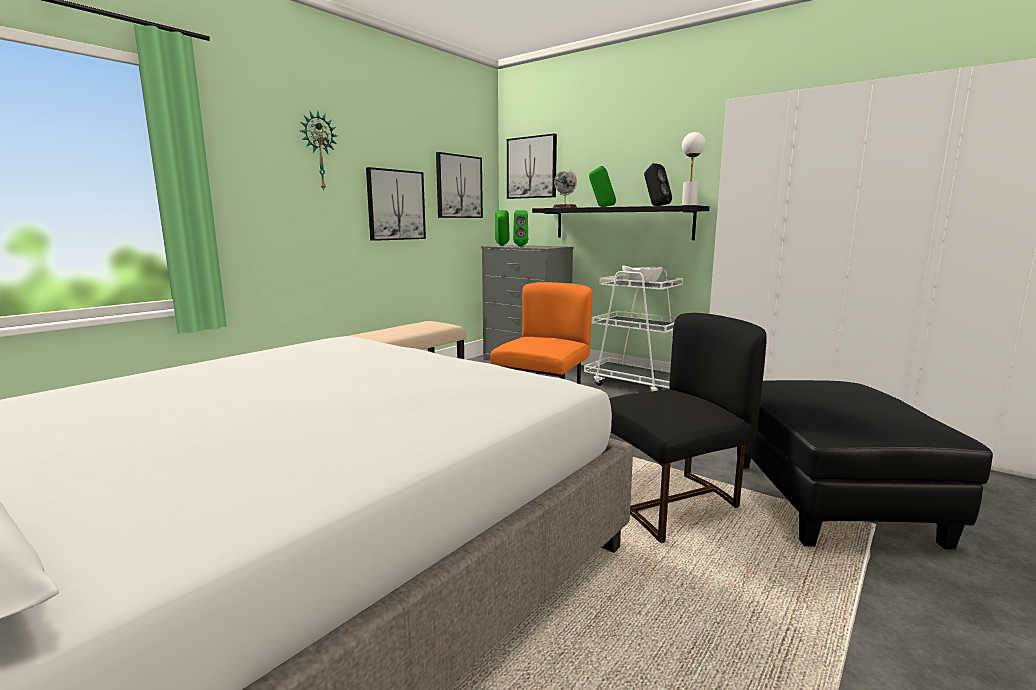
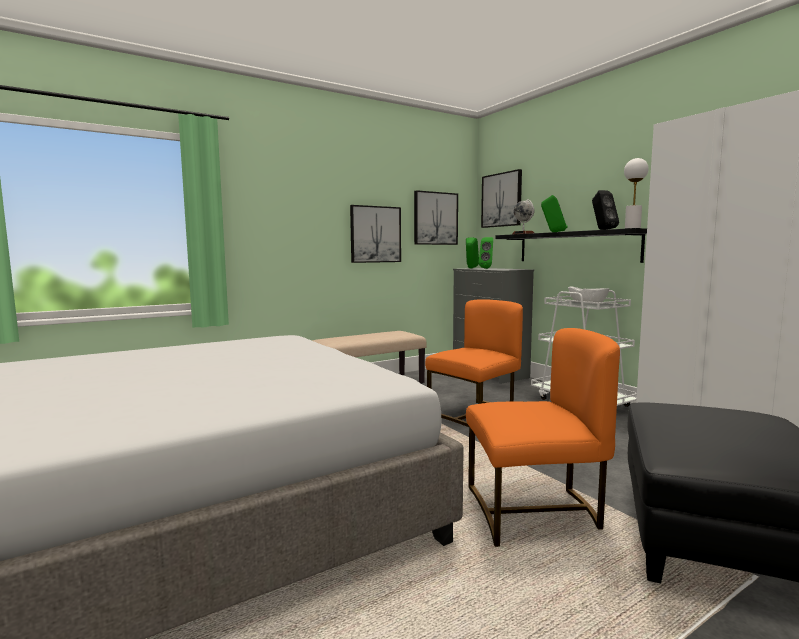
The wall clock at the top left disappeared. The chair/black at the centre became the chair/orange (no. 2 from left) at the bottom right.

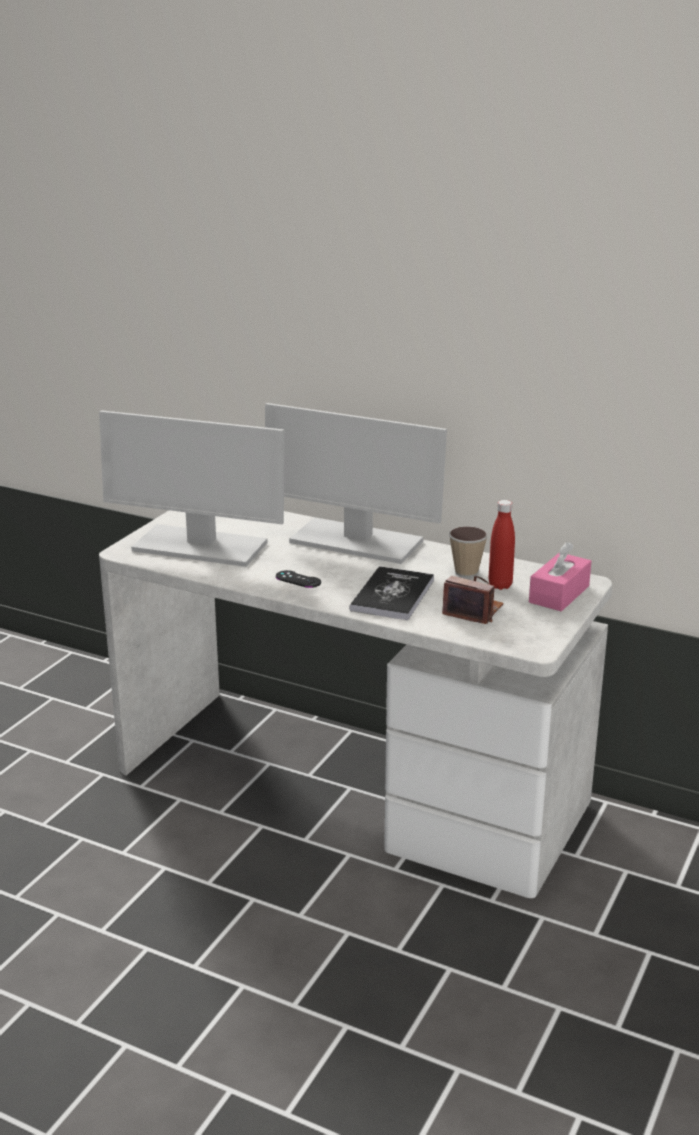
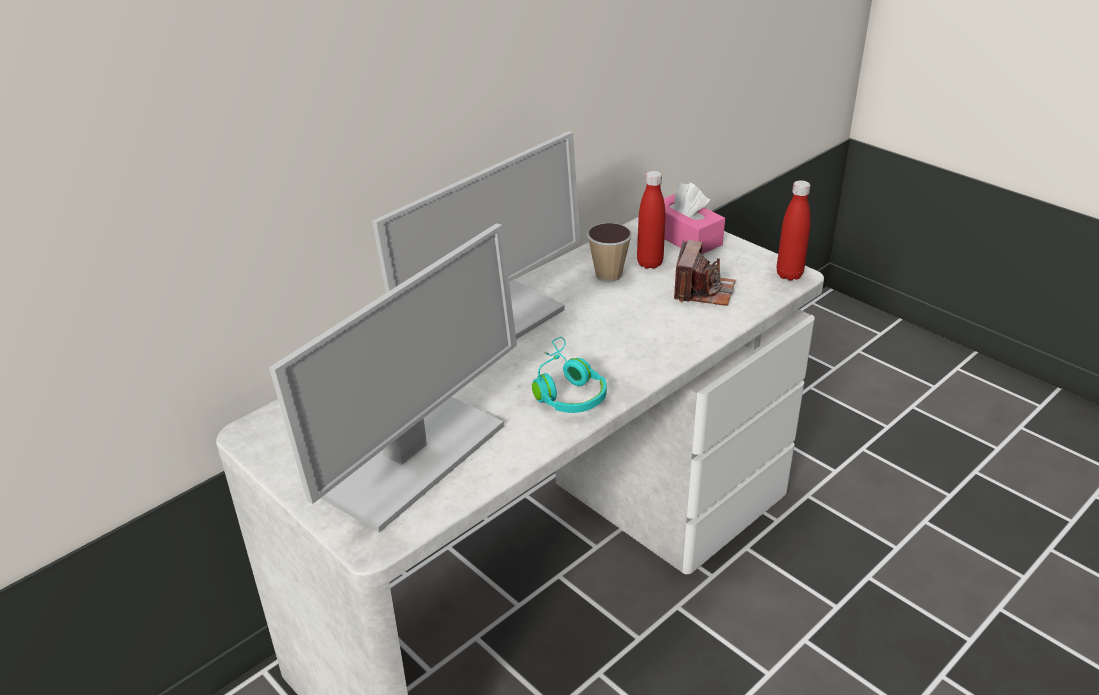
The book at the centre disappeared. The game controller/black at the centre was replaced by the headphones/turquoise at the centre. The photo camera at the middle right turned 150 degrees clockwise. The bottle/red (no. 2 from left) at the top right appeared.

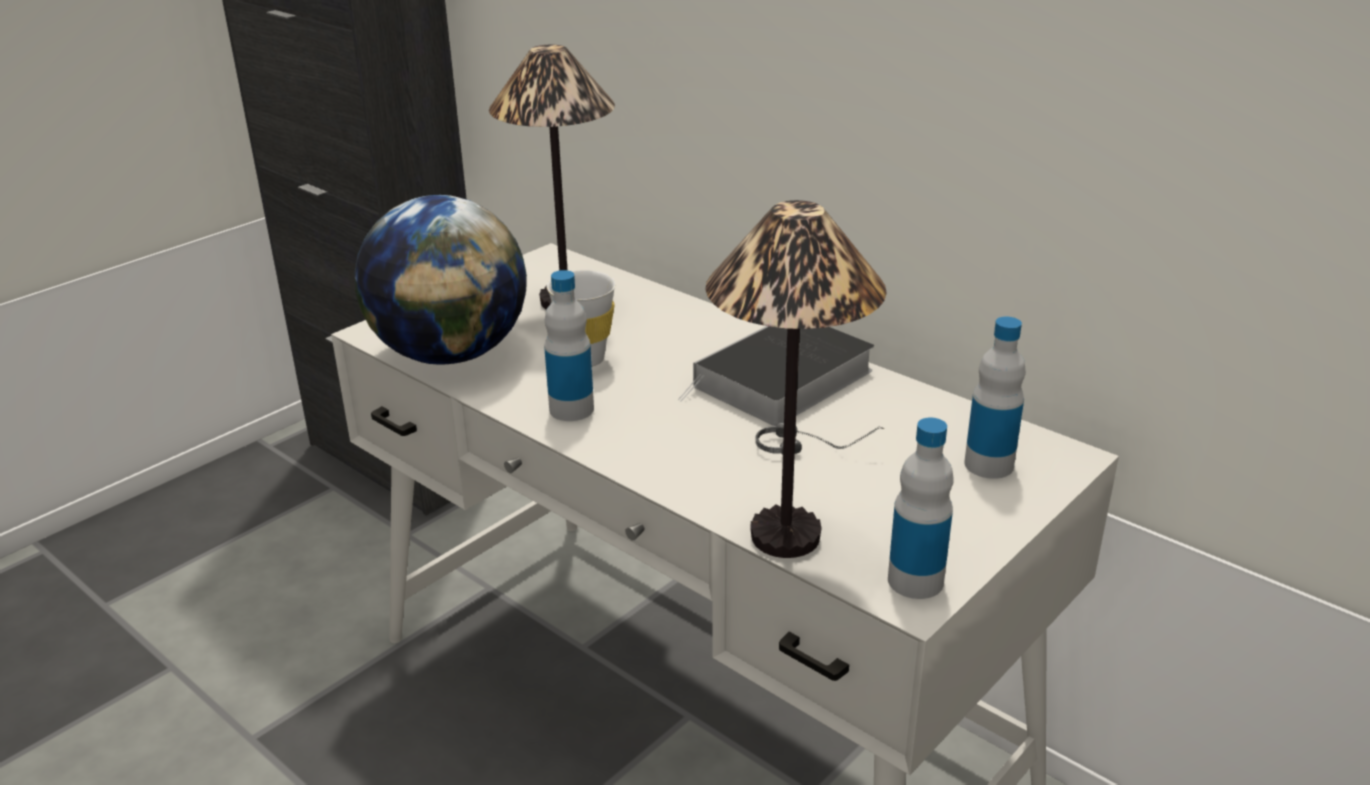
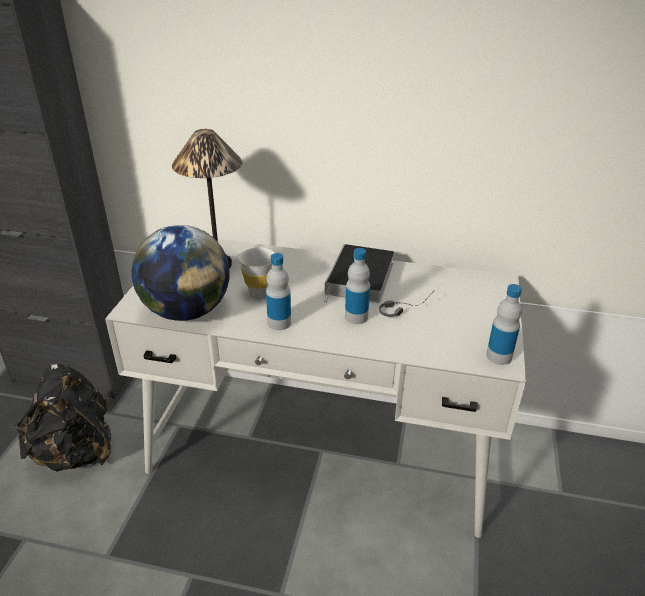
The table lamp (no. 2 from left) at the centre disappeared. The bottle (no. 3 from left in the first image) moved from the middle right to the centre. The backpack/black at the bottom left appeared.

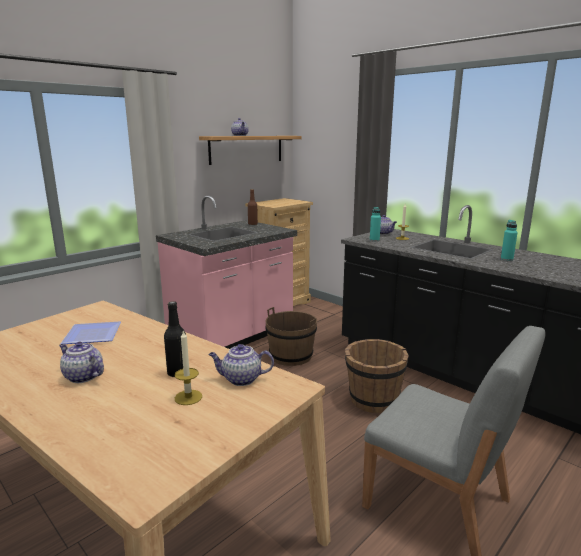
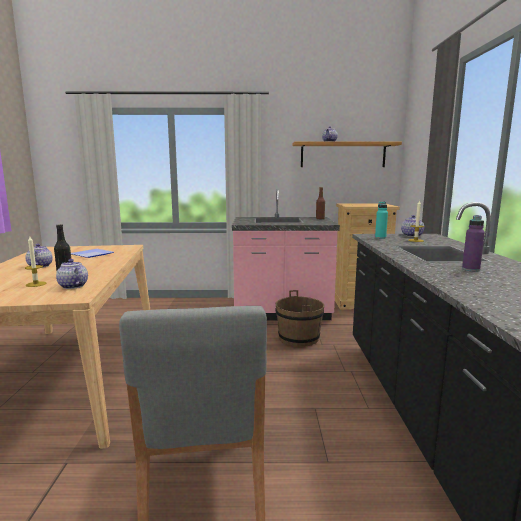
The bottle/turquoise (no. 2 from left) at the middle right became the bottle/purple at the middle right. The bucket/brown (no. 2 from left) at the bottom centre disappeared.

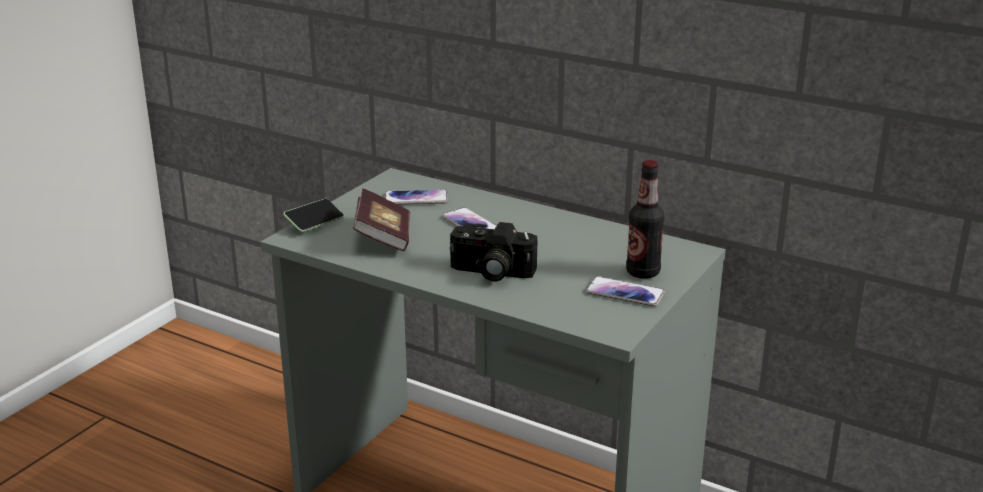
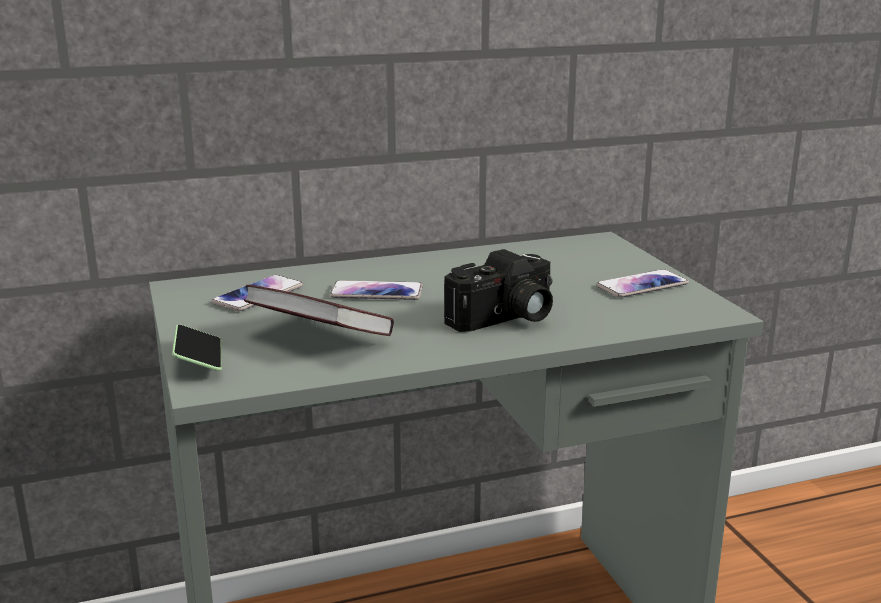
The bottle at the centre disappeared.

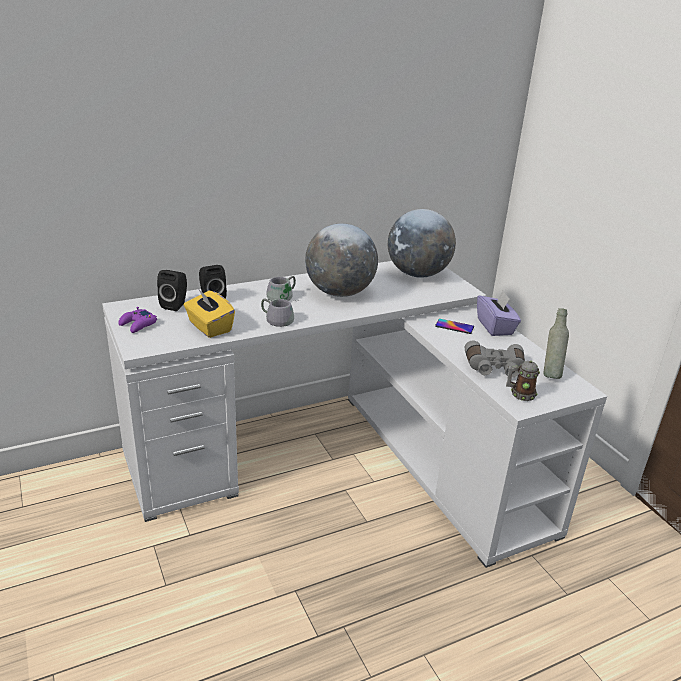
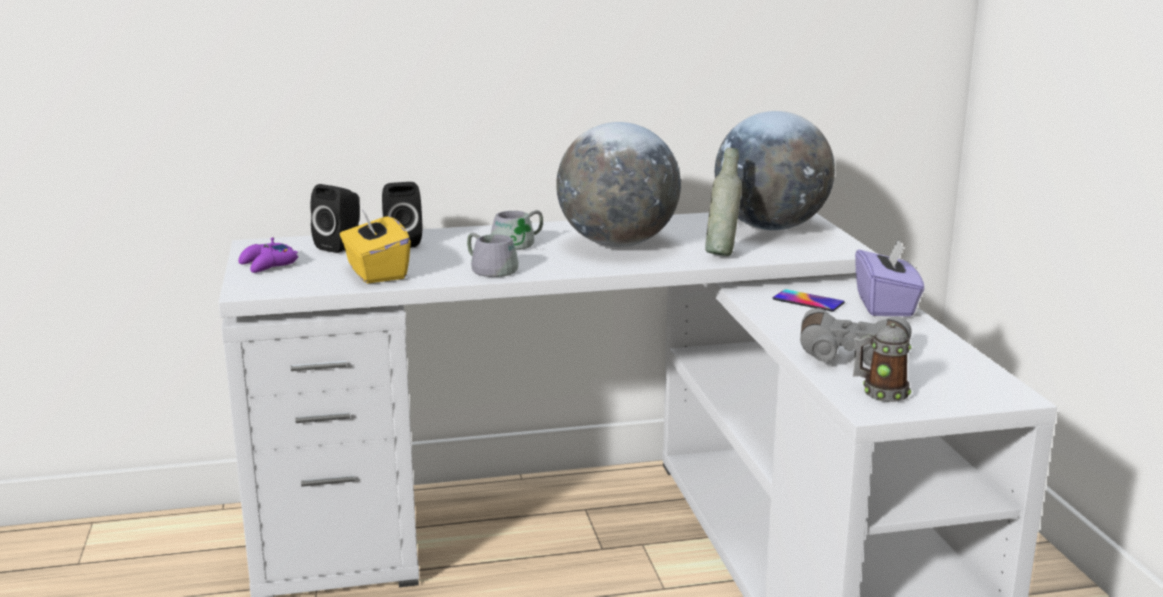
The bottle/grey moved from the middle right to the centre.

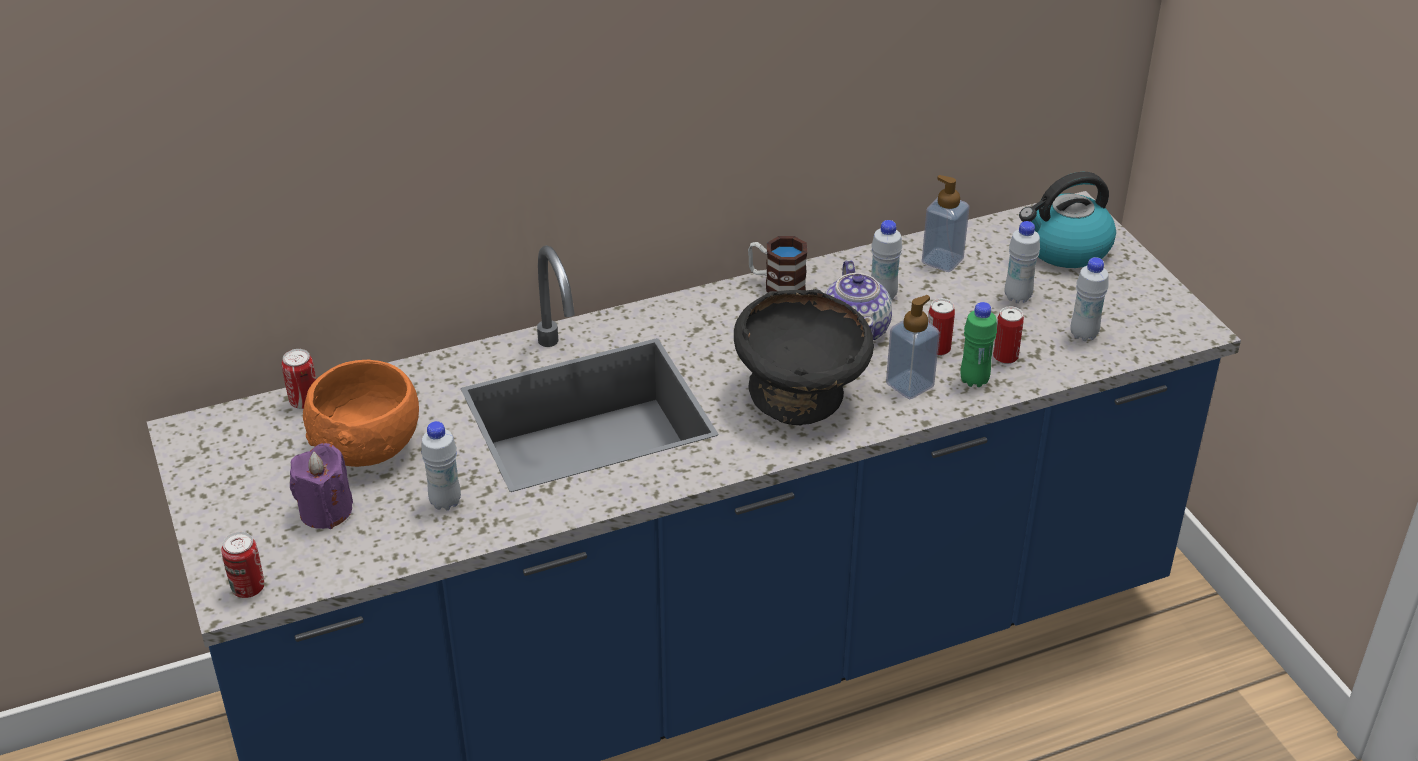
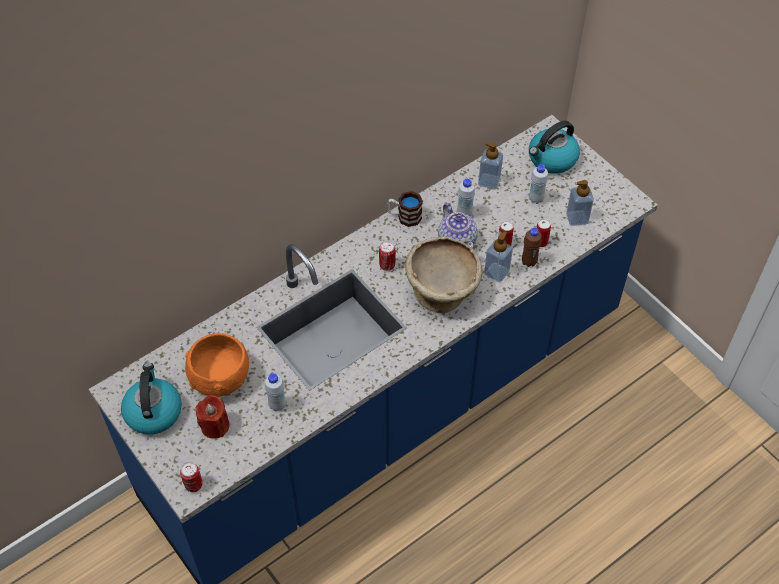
The bottle/white (no. 4 from left) at the middle right was replaced by the soap dispenser (no. 3 from left) at the middle right. The bowl/black at the centre became the bowl/beige at the centre. The bottle/green at the middle right became the bottle/brown at the middle right. The can (no. 2 from left) moved from the middle left to the centre. The candle/purple at the middle left became the candle/red at the bottom left. The kettle (no. 1 from left) at the bottom left appeared.

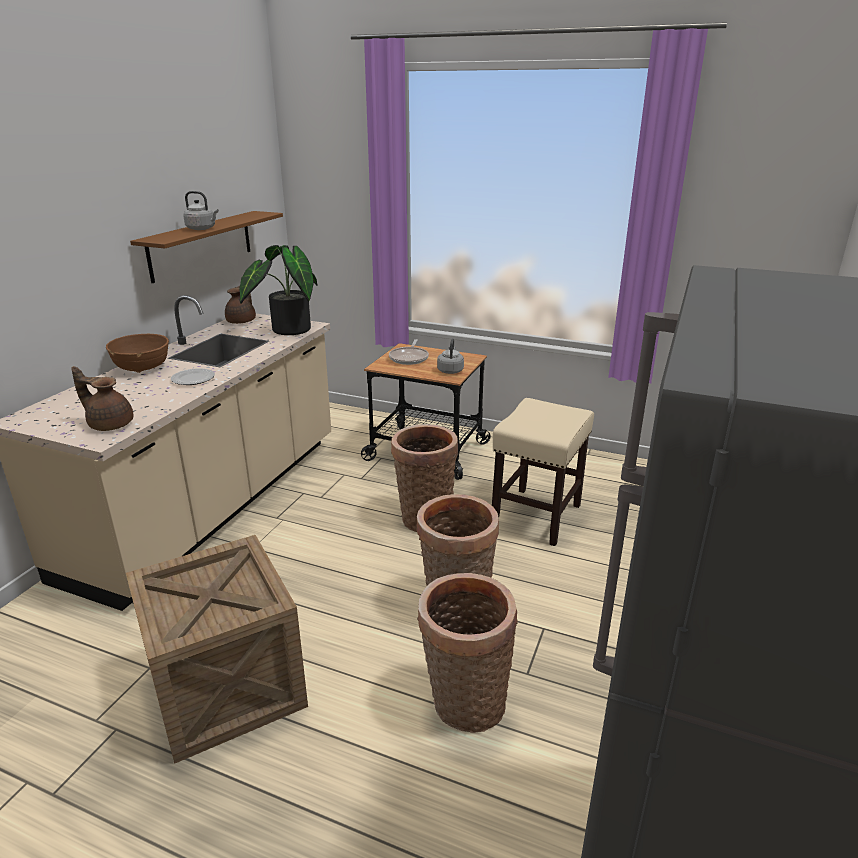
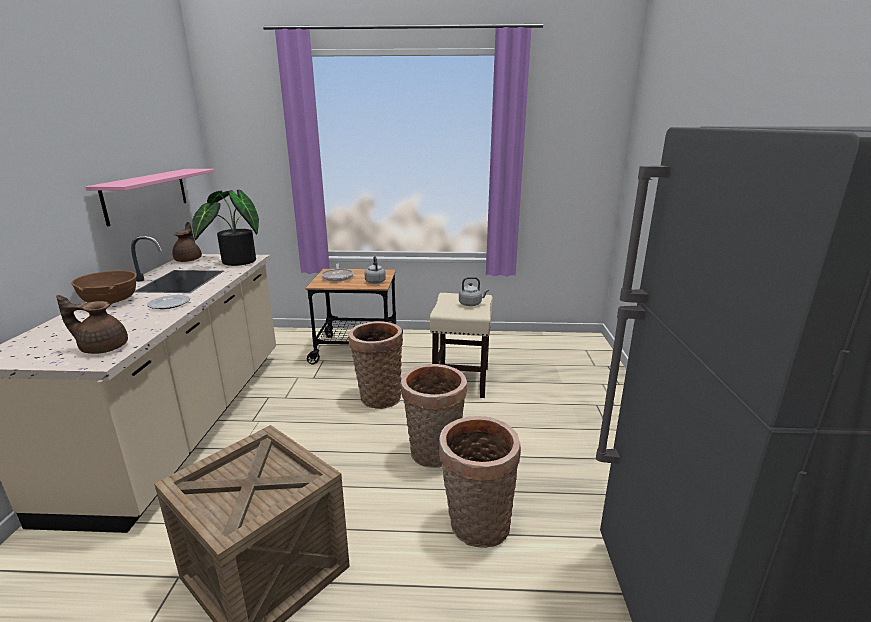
The kettle/grey (no. 1 from left in the first image) moved from the top left to the centre. The shelf/brown at the top left became the shelf/pink at the top left.

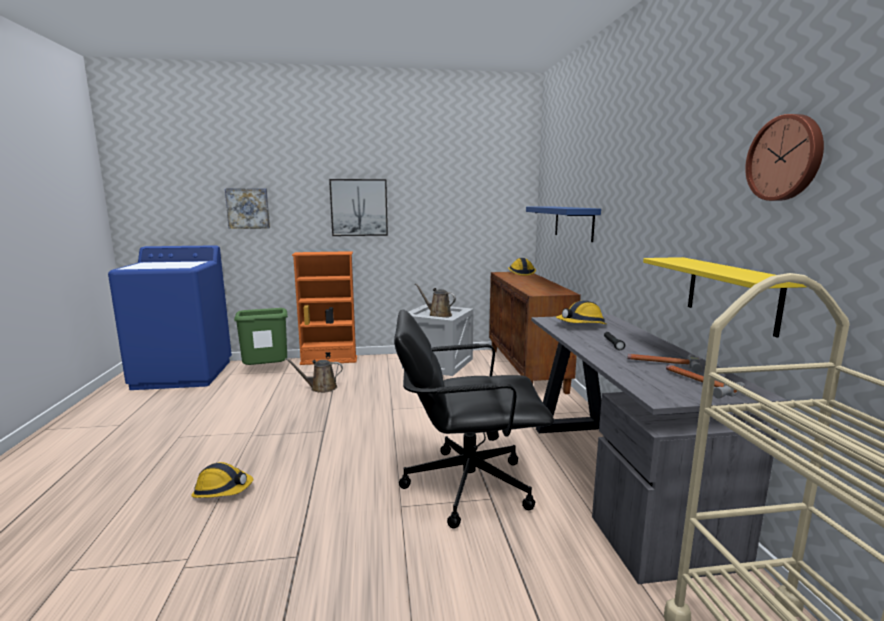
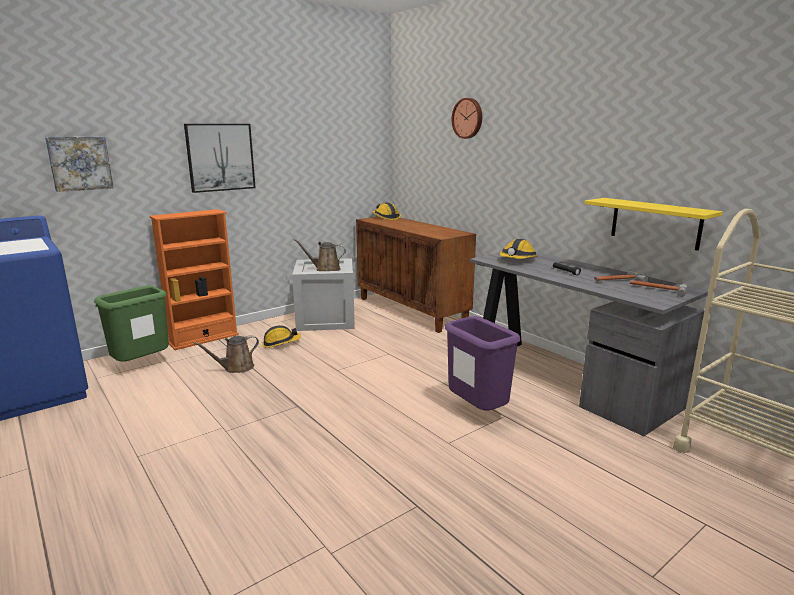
The wall clock moved from the top right to the top centre. The shelf/blue at the centre disappeared. The office chair/black at the bottom centre was replaced by the trash can/purple at the centre. The hard hat (no. 1 from left) moved from the bottom left to the centre.

